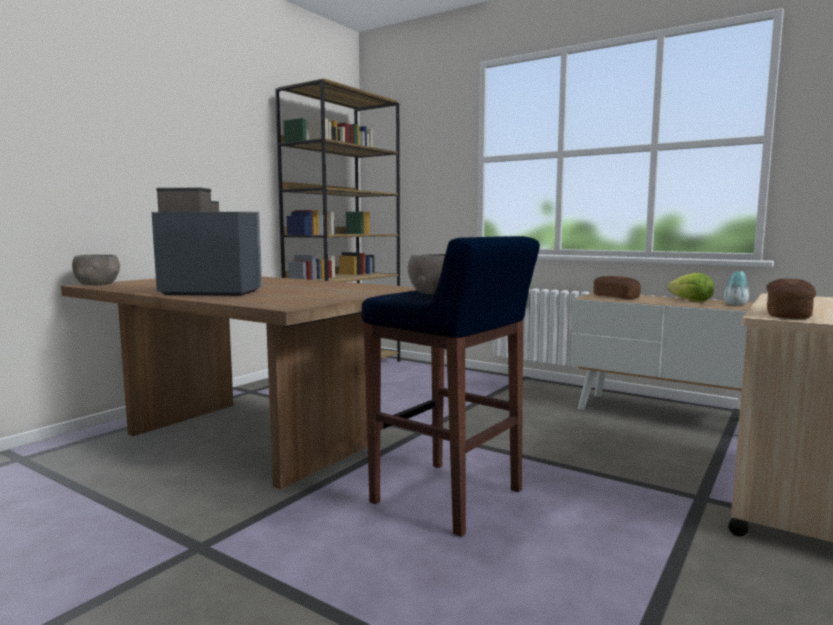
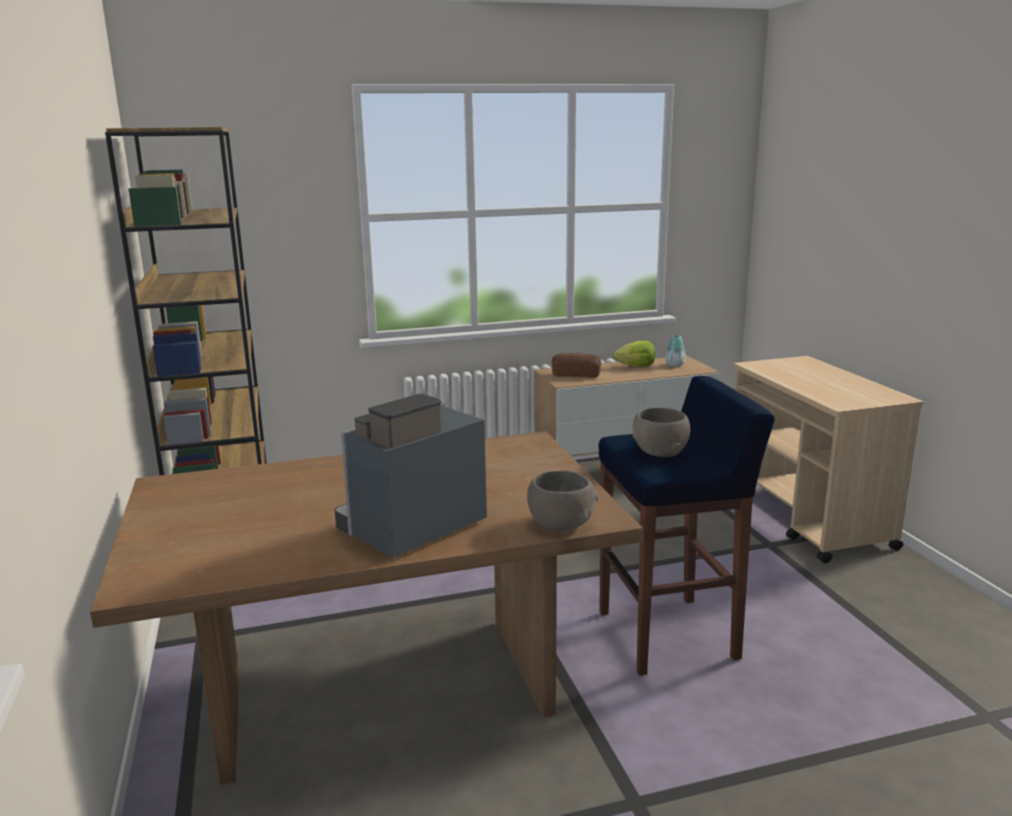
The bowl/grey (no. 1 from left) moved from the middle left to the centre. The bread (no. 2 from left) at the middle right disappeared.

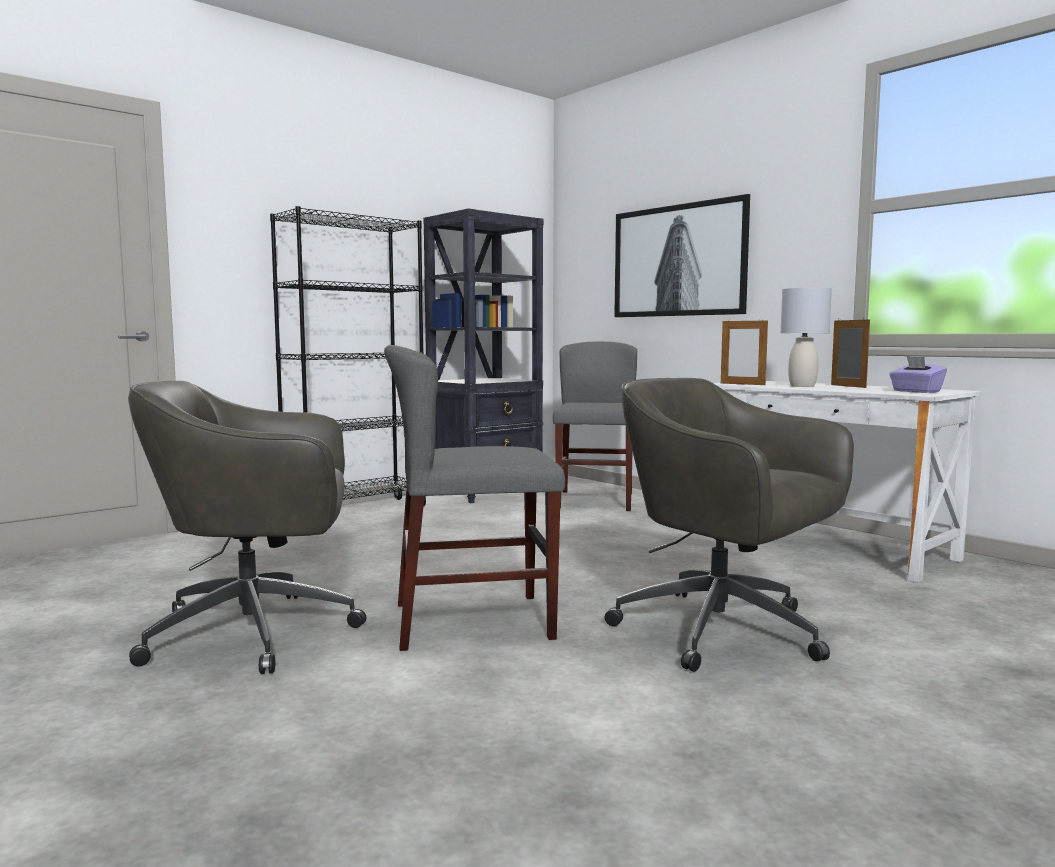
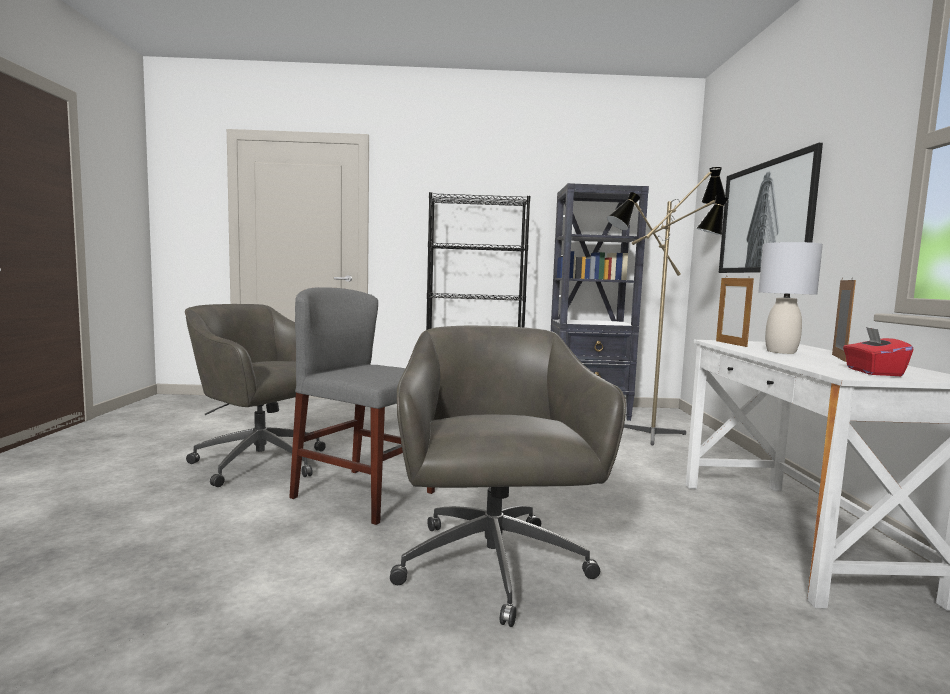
The chair/grey (no. 2 from left) at the centre was replaced by the floor lamp at the middle right. The tissue box/purple at the middle right became the tissue box/red at the middle right.

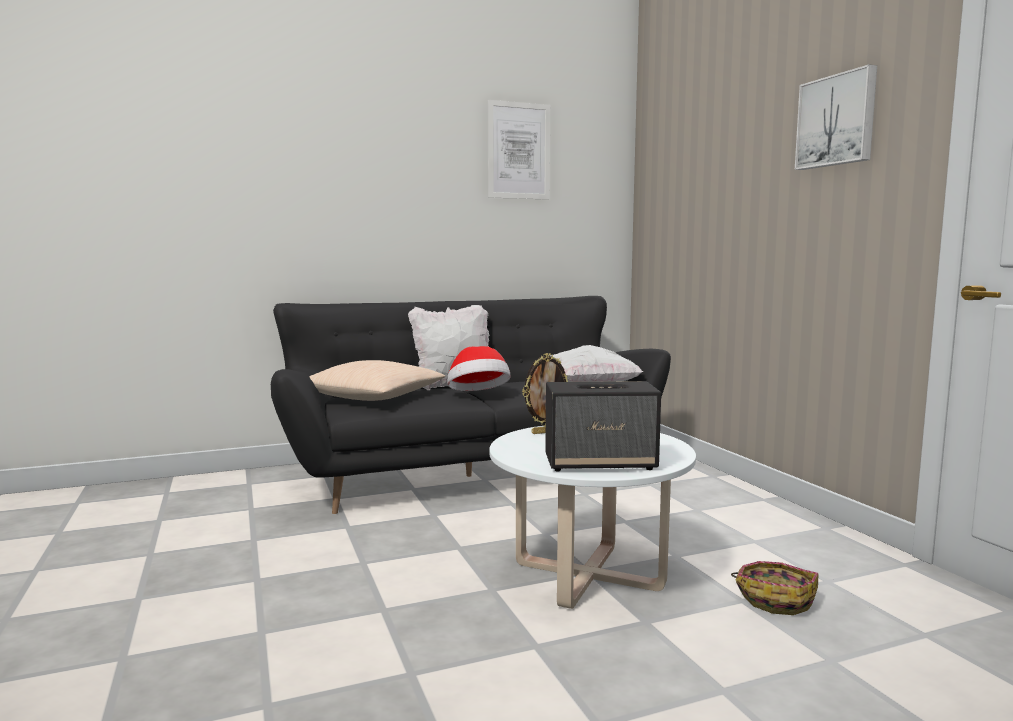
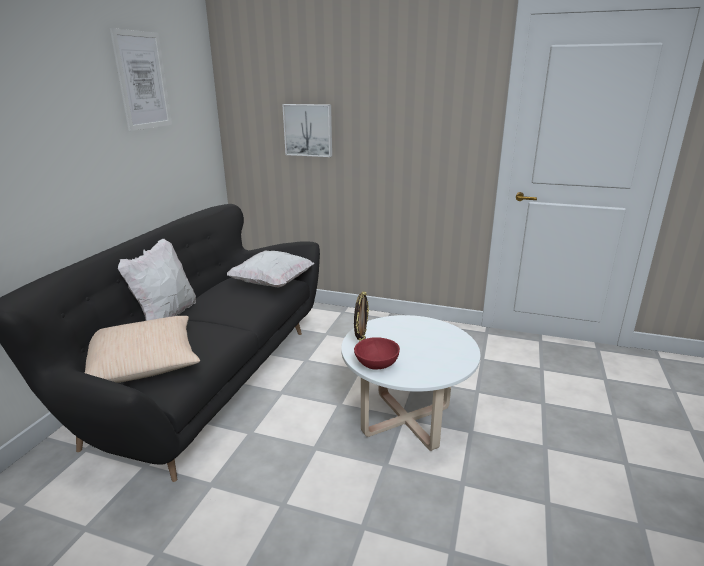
The picture (no. 2 from left) moved from the top right to the top centre. The hat at the centre disappeared. The speaker at the centre disappeared. The basket at the bottom right disappeared. The bowl/red at the centre appeared.

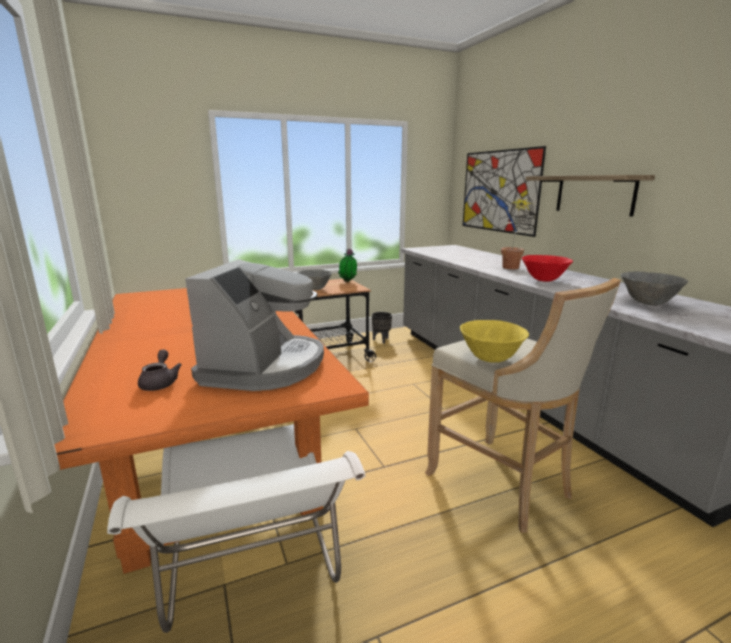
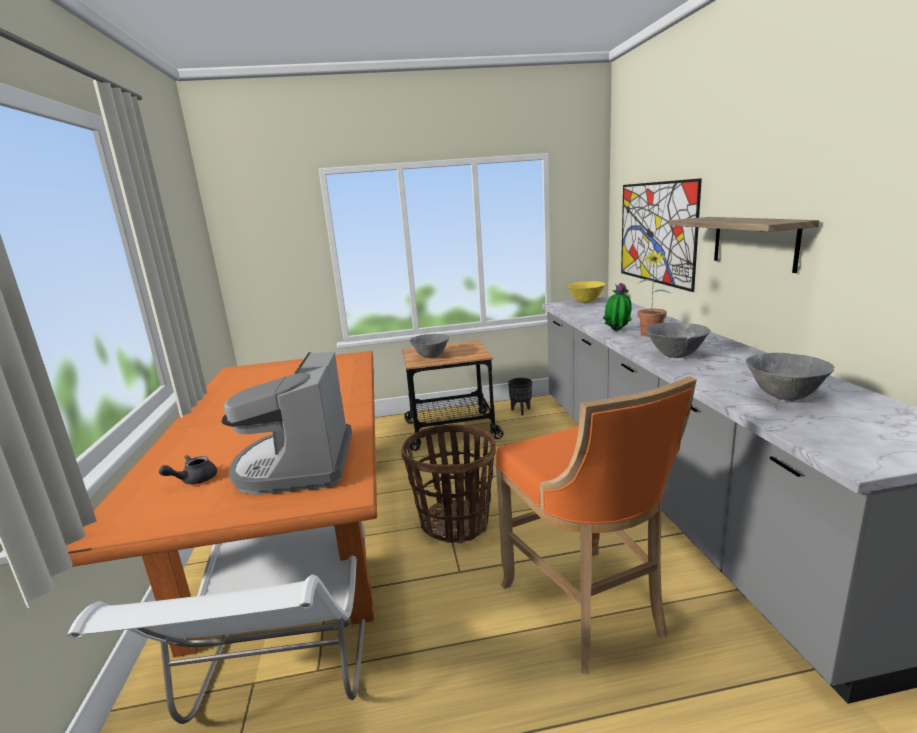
The potted plant (no. 1 from left) moved from the centre to the middle right. The bowl/red at the middle right became the bowl/grey (no. 2 from left) at the middle right. The coffee machine at the centre turned 150 degrees clockwise. The stool/beige at the middle right became the stool/orange at the bottom centre. The bowl/yellow moved from the middle right to the centre. The teapot/grey at the middle left turned 135 degrees counterclockwise. The basket at the centre appeared.

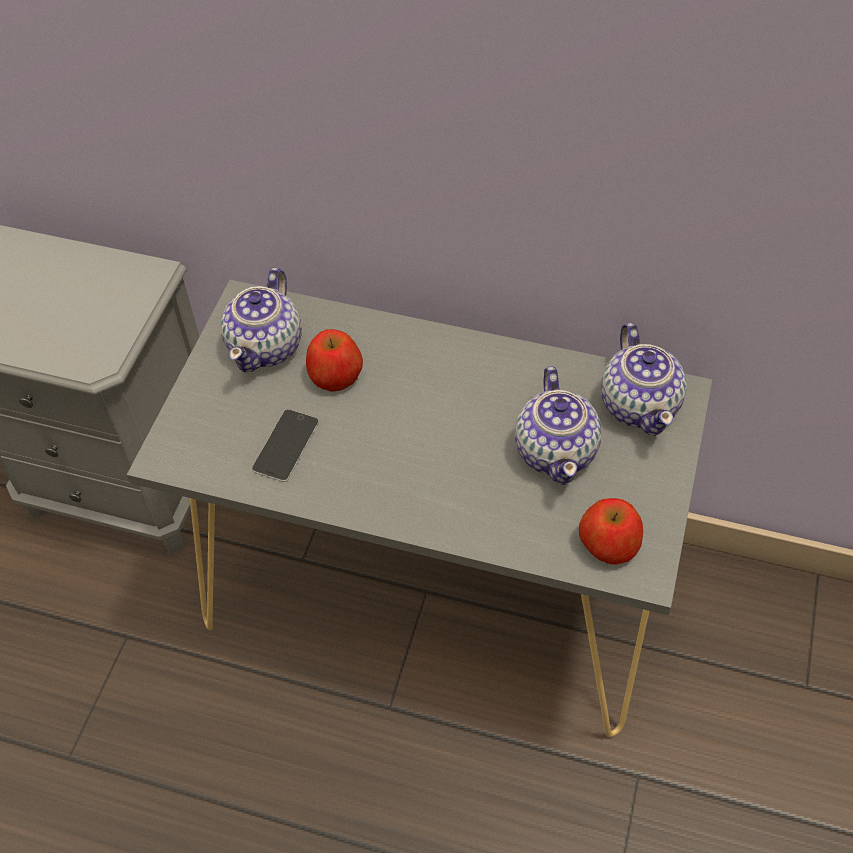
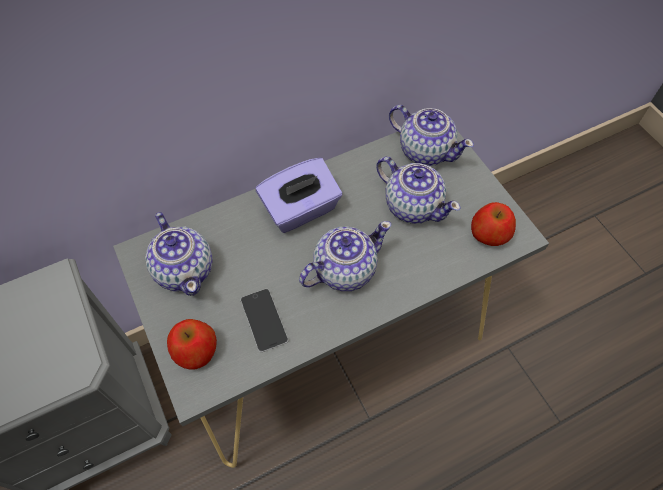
The apple (no. 1 from left) moved from the centre to the bottom left. The tissue box/purple at the centre appeared. The teapot (no. 2 from left) at the centre appeared.

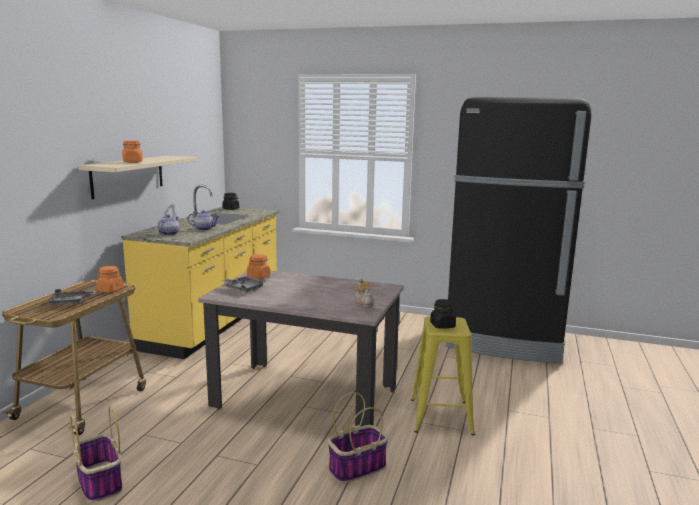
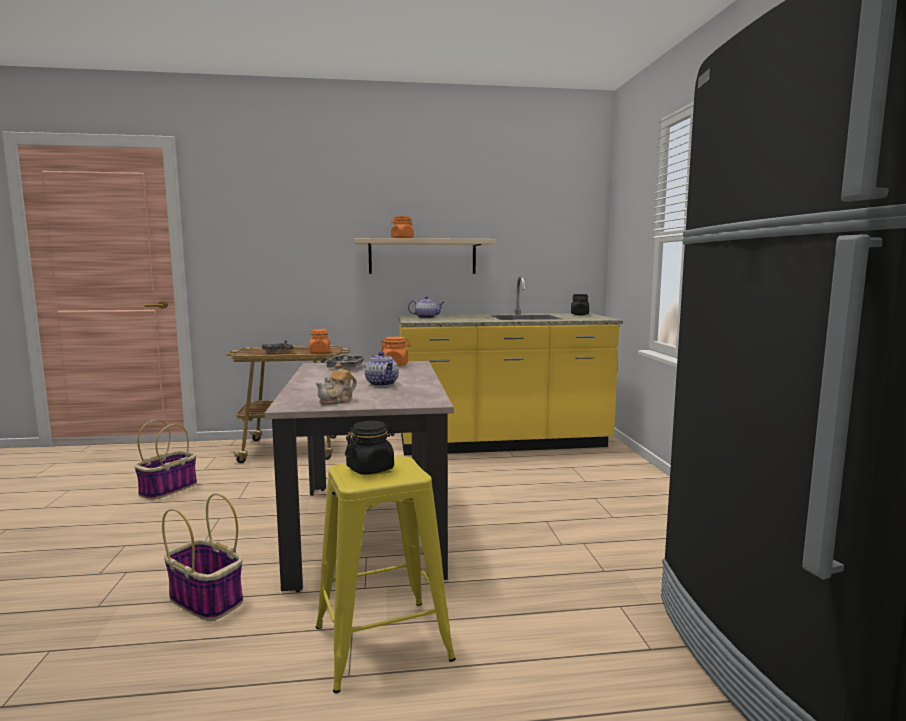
The teapot (no. 2 from left) moved from the middle left to the centre.

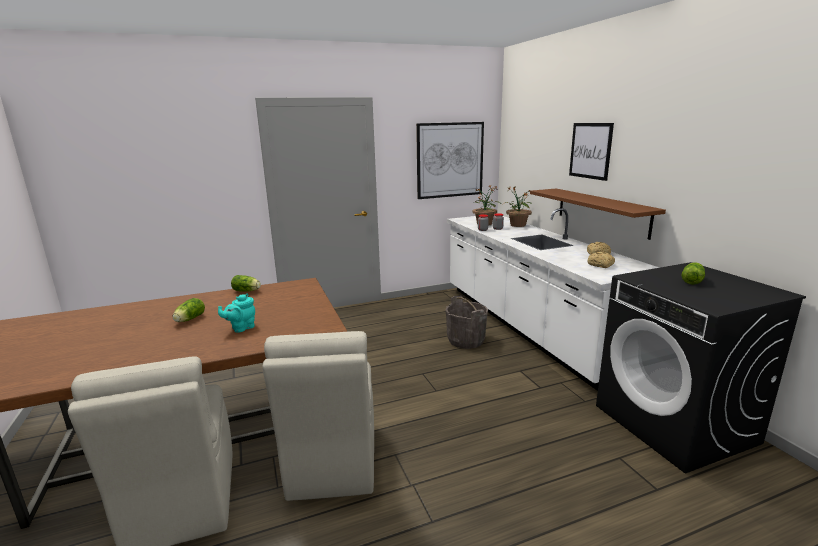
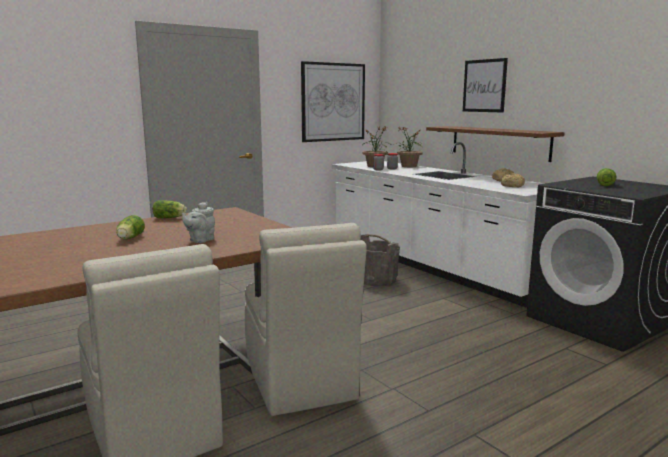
The teapot/turquoise at the middle left became the teapot/grey at the middle left.

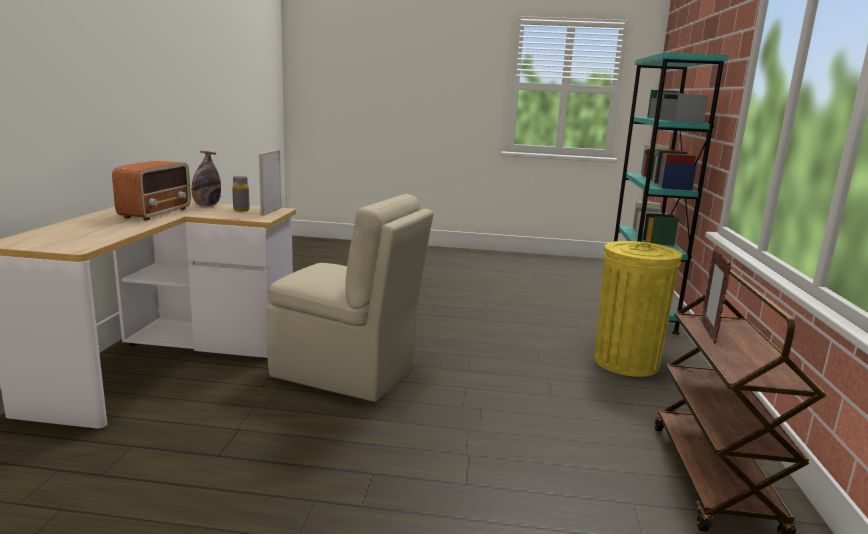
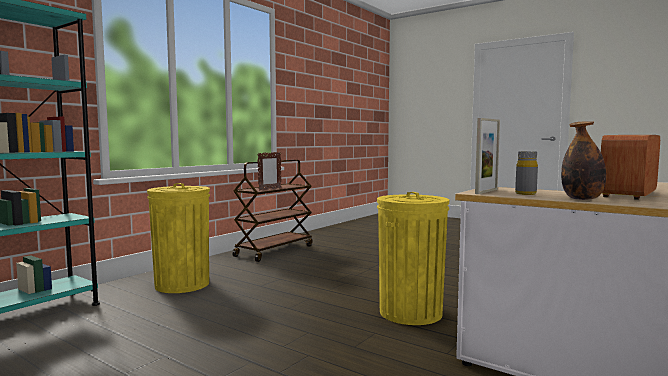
The chair/beige at the centre was replaced by the trash can/yellow (no. 2 from left) at the bottom centre.

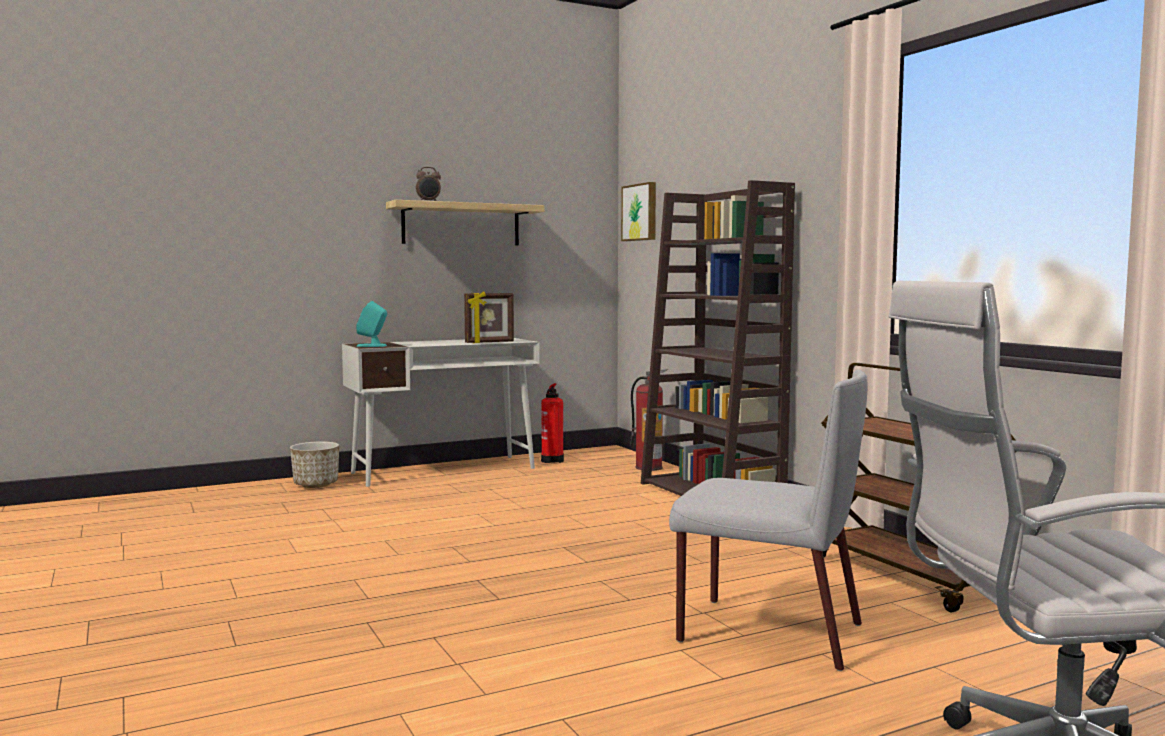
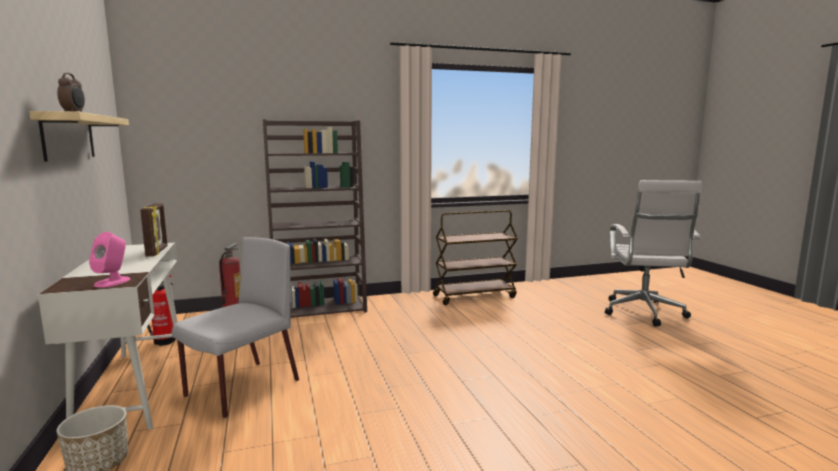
The picture at the top centre disappeared. The speaker/turquoise at the middle left became the speaker/pink at the middle left. The chair/grey moved from the bottom centre to the bottom left.

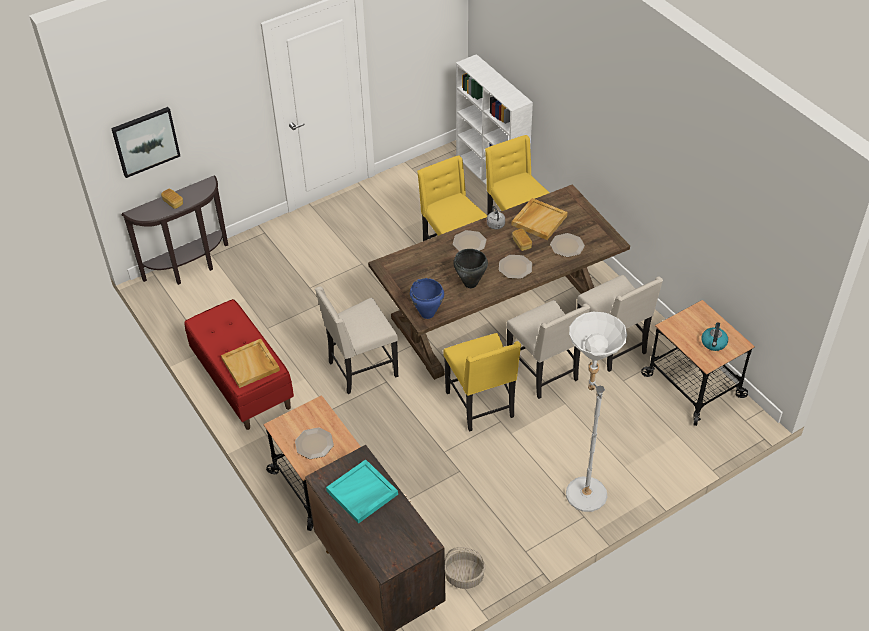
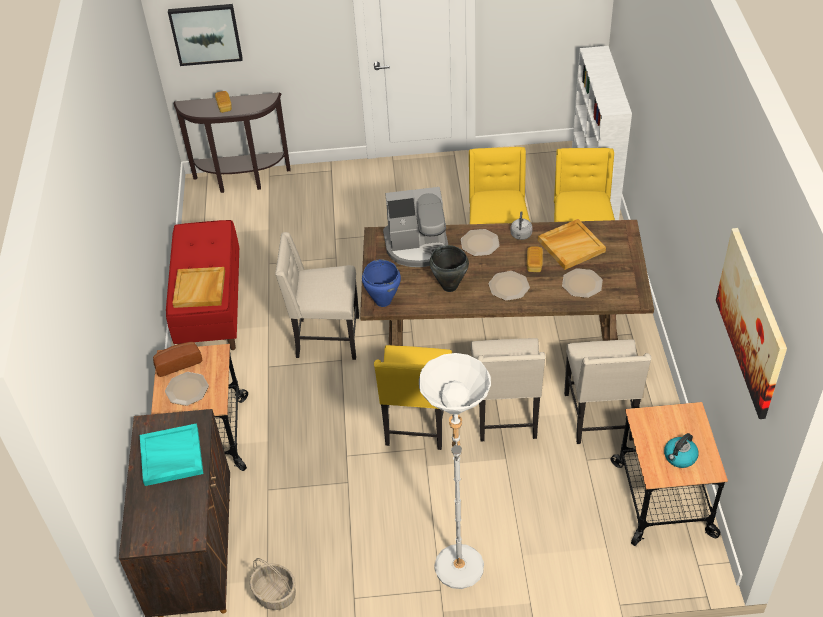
The coffee machine at the centre appeared. The picture (no. 2 from left) at the middle right appeared. The bread (no. 1 from left) at the middle left appeared.

